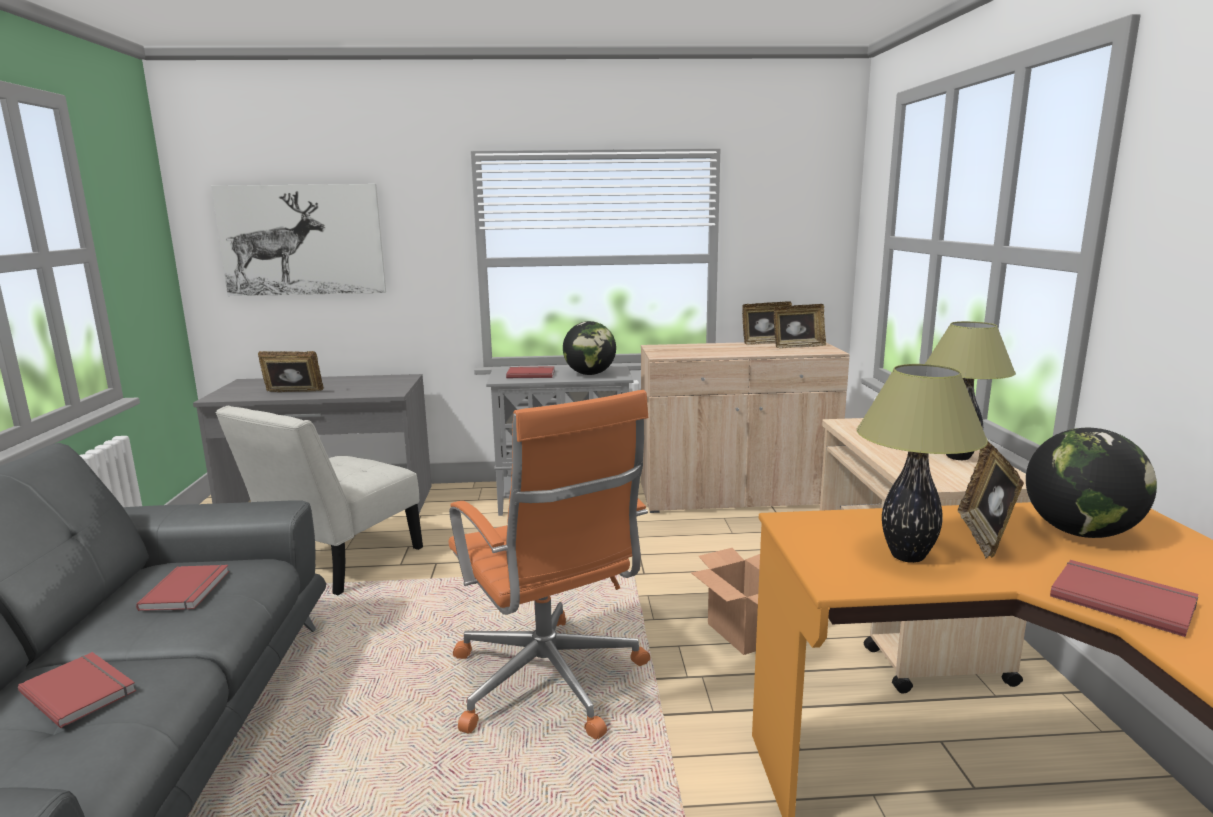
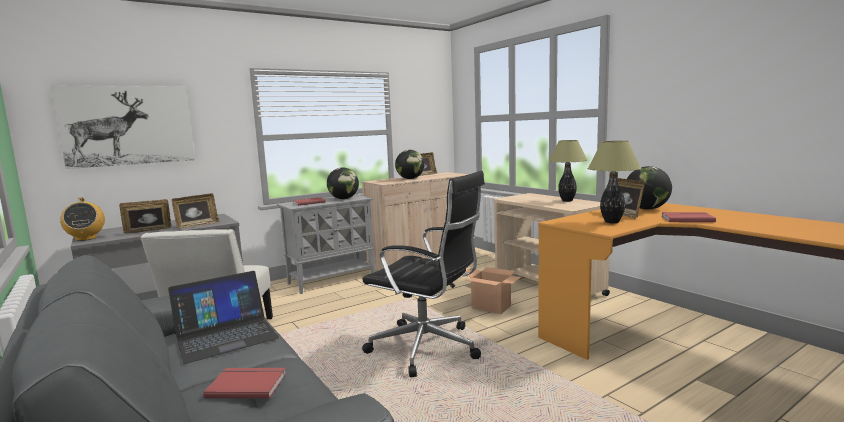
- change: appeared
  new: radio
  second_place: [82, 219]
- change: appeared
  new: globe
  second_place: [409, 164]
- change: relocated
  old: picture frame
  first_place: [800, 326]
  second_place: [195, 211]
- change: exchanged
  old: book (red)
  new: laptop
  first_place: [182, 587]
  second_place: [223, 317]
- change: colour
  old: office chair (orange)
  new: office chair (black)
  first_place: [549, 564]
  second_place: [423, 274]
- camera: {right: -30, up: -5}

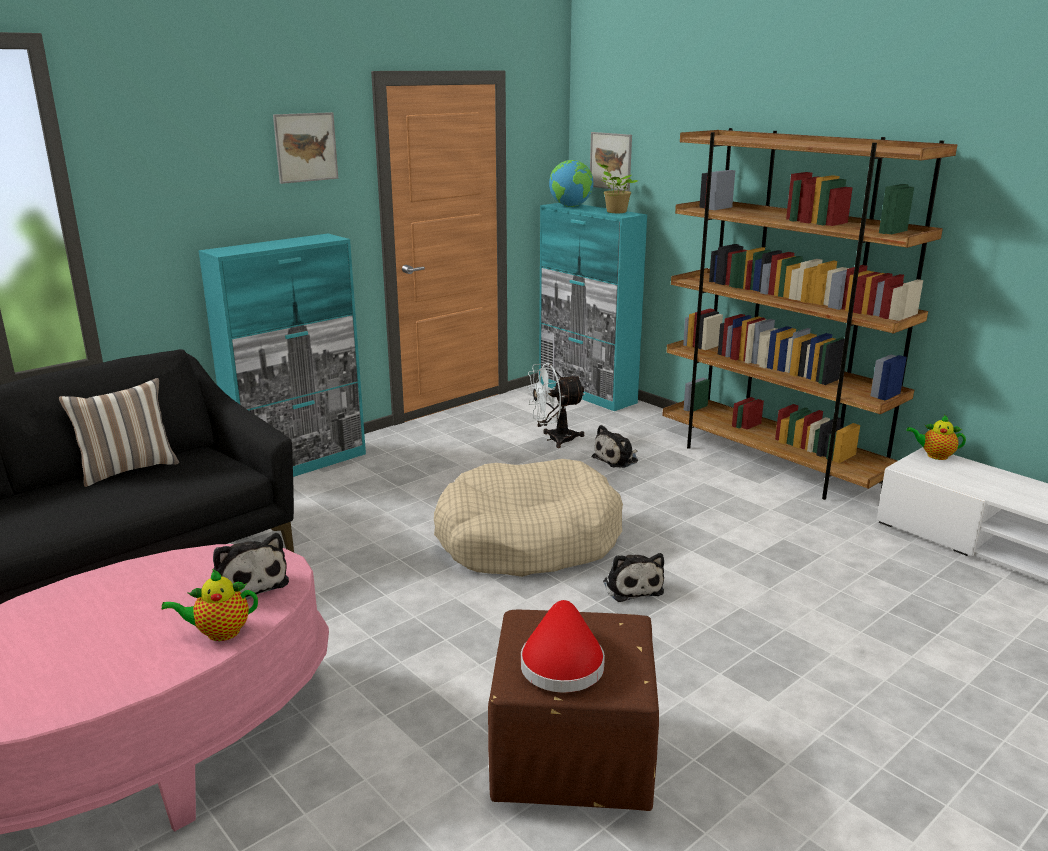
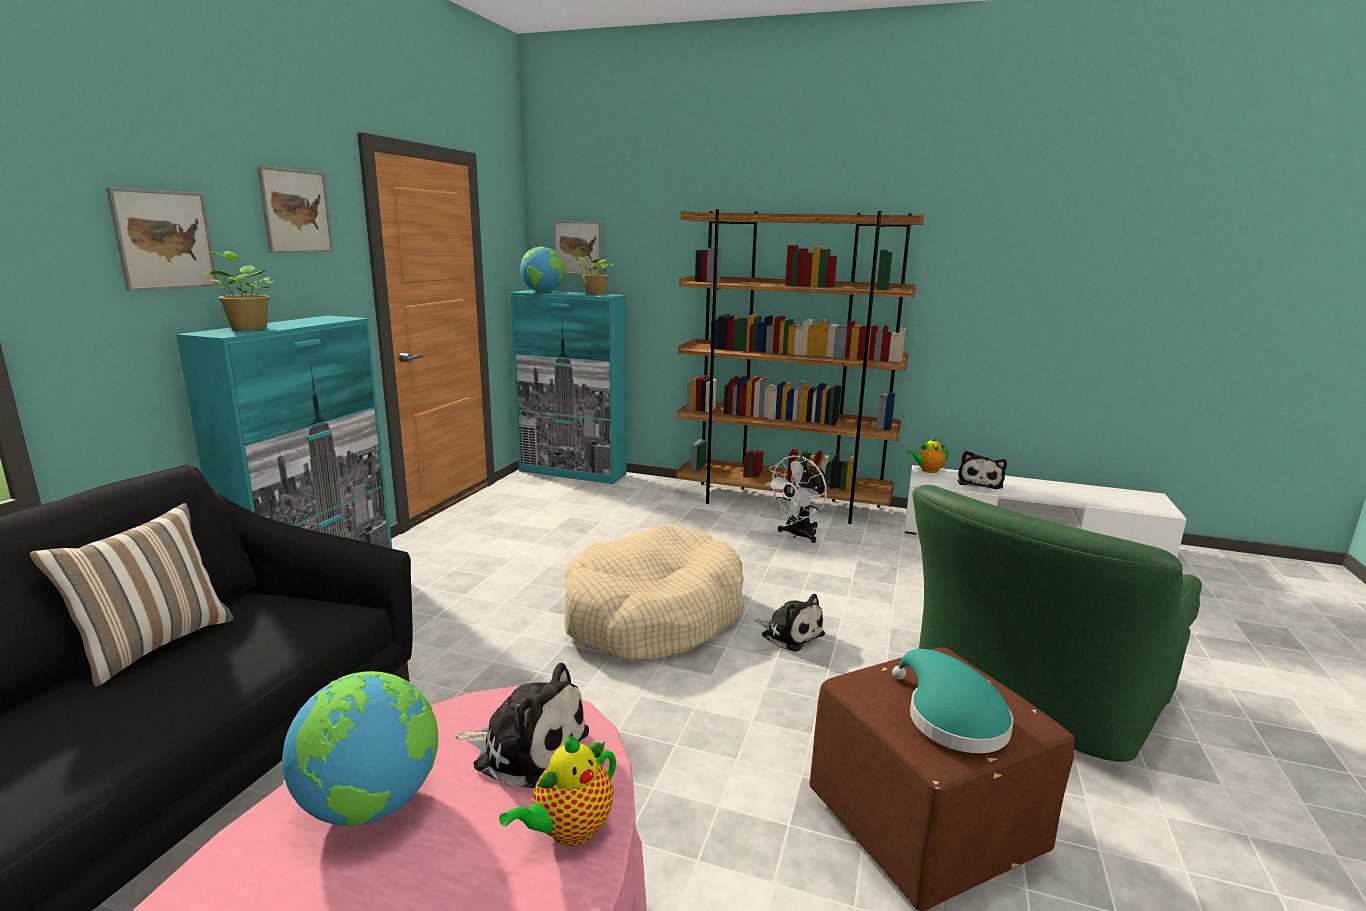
- change: appeared
  new: picture
  second_place: [162, 239]
- change: appeared
  new: potted plant
  second_place: [238, 290]
- change: appeared
  new: globe
  second_place: [360, 749]
- change: appeared
  new: armchair (green)
  second_place: [1057, 623]
- change: relocated
  old: fan (white)
  first_place: [556, 405]
  second_place: [796, 499]
- change: relocated
  old: plush toy
  first_place: [615, 446]
  second_place: [982, 470]
- change: colour
  old: hat (red)
  new: hat (turquoise)
  first_place: [563, 646]
  second_place: [952, 701]
- camera: {right: -30, up: -5}

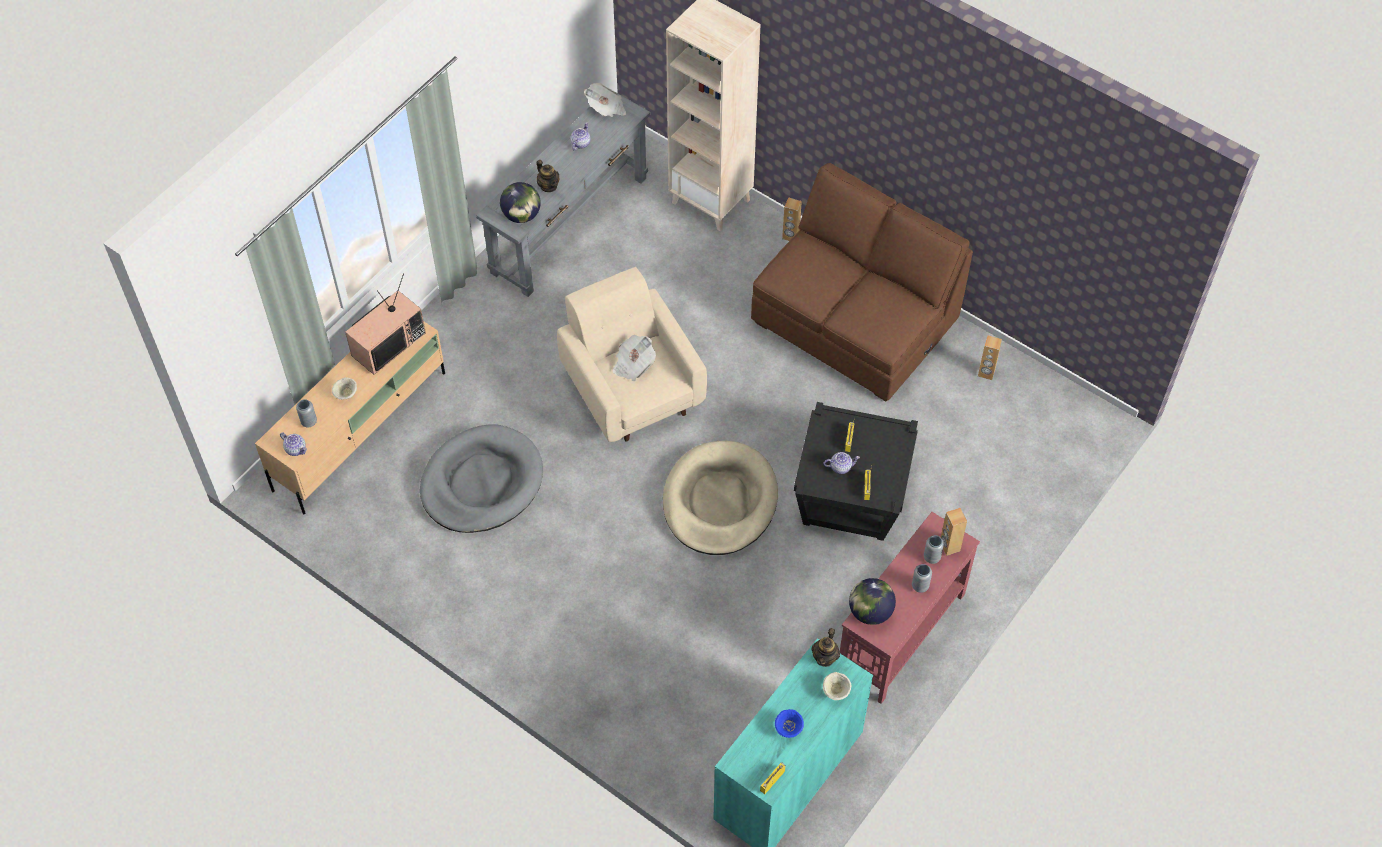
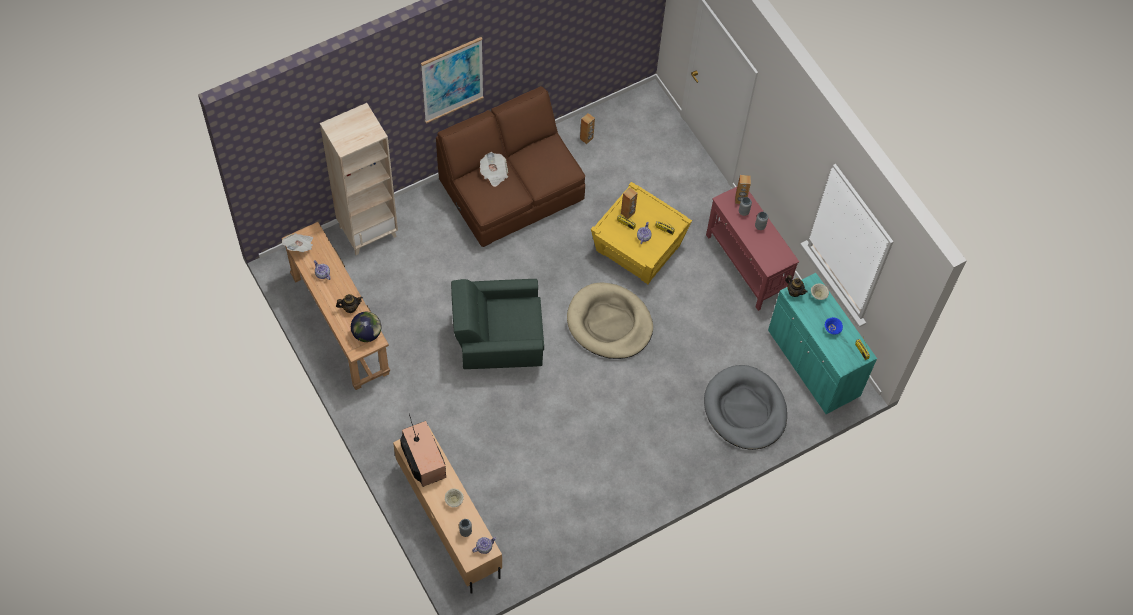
- change: missing
  old: globe
  first_place: [872, 601]
- change: appeared
  new: picture
  second_place: [452, 80]
- change: relocated
  old: dog bed (grey)
  first_place: [481, 478]
  second_place: [745, 407]
- change: relocated
  old: newspaper
  first_place: [634, 358]
  second_place: [494, 169]
- change: relocated
  old: speaker (brown)
  first_place: [792, 219]
  second_place: [629, 203]
- change: colour
  old: console table (grey)
  new: console table (brown)
  first_place: [563, 194]
  second_place: [336, 306]
- change: colour
  old: armchair (beige)
  new: armchair (green)
  first_place: [632, 354]
  second_place: [497, 324]
- change: colour
  old: side table (black)
  new: side table (yellow)
  first_place: [856, 471]
  second_place: [641, 233]
- camera: {right: -70, up: 5}

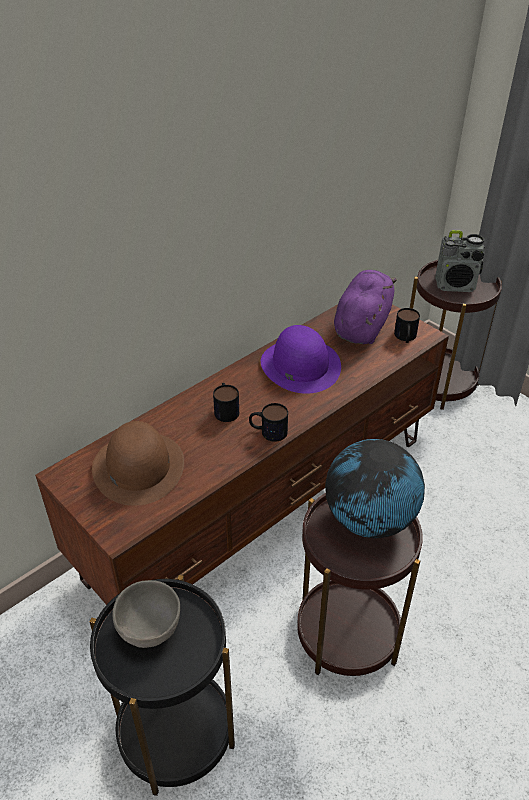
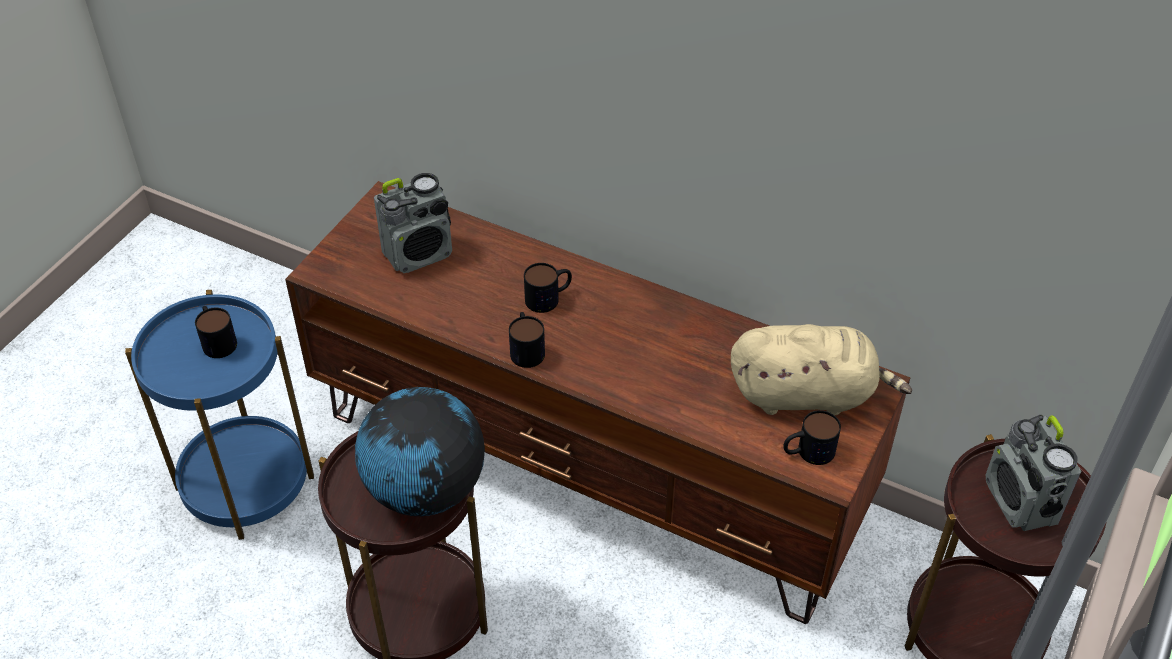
- change: missing
  old: hat (purple)
  first_place: [301, 359]
- change: exchanged
  old: hat (brown)
  new: radio
  first_place: [138, 463]
  second_place: [413, 223]
- change: exchanged
  old: bowl (grey)
  new: mug
  first_place: [146, 614]
  second_place: [216, 332]
- change: colour
  old: side table (black)
  new: side table (blue)
  first_place: [162, 685]
  second_place: [219, 415]
- change: colour
  old: plush toy (purple)
  new: plush toy (beige)
  first_place: [365, 307]
  second_place: [821, 369]
- camera: {right: 70, up: 5}

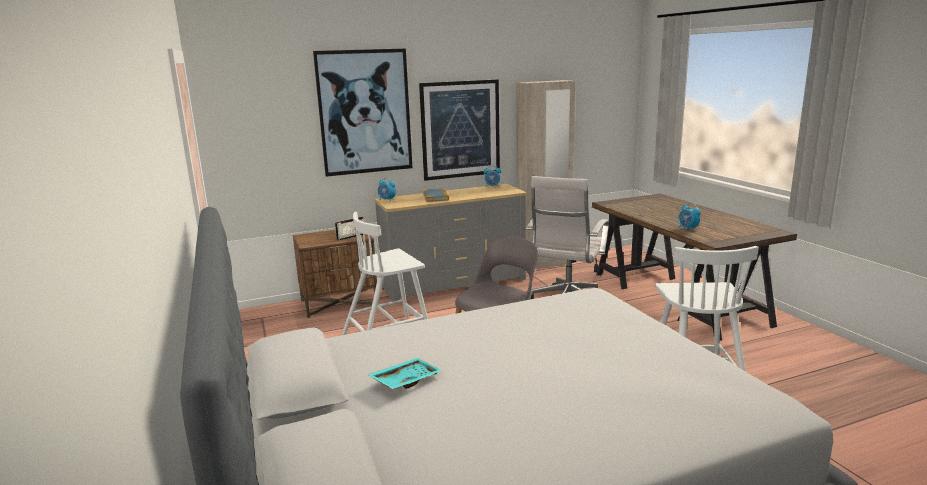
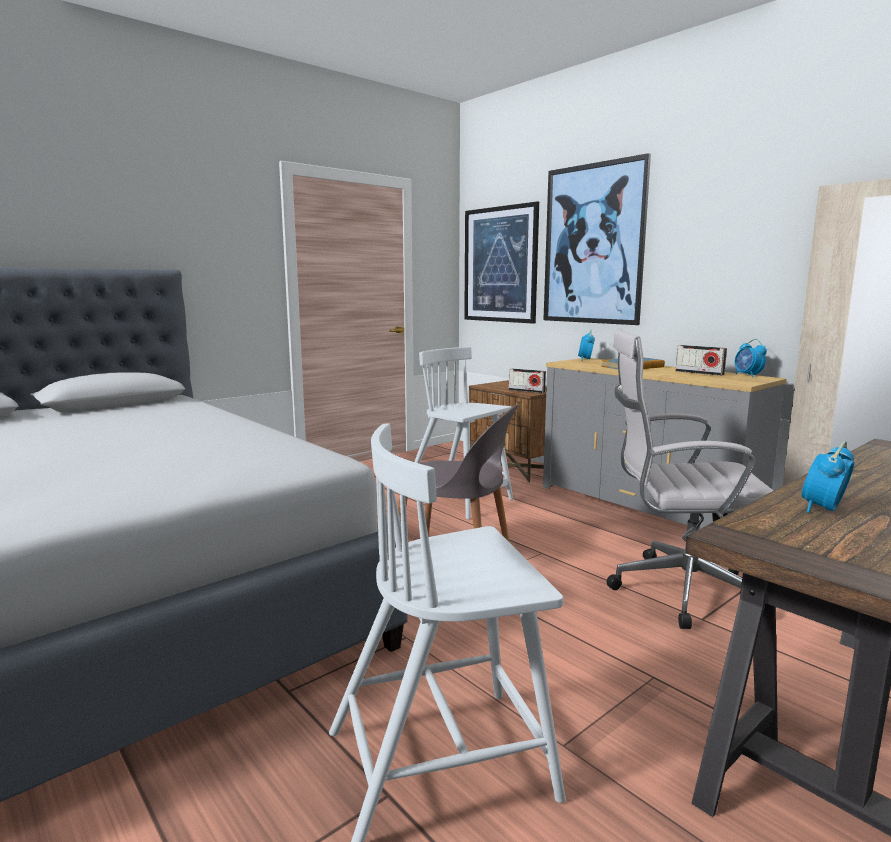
- change: missing
  old: tray (turquoise)
  first_place: [405, 373]
- change: appeared
  new: radio
  second_place: [701, 360]
- change: relocated
  old: picture
  first_place: [459, 130]
  second_place: [501, 263]
- camera: {right: 70, up: -5}

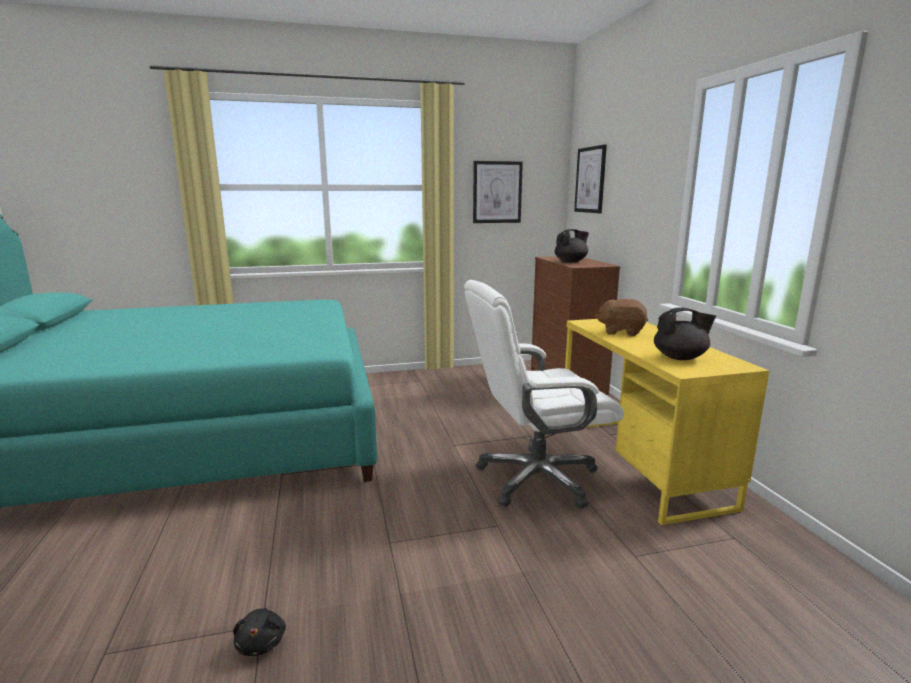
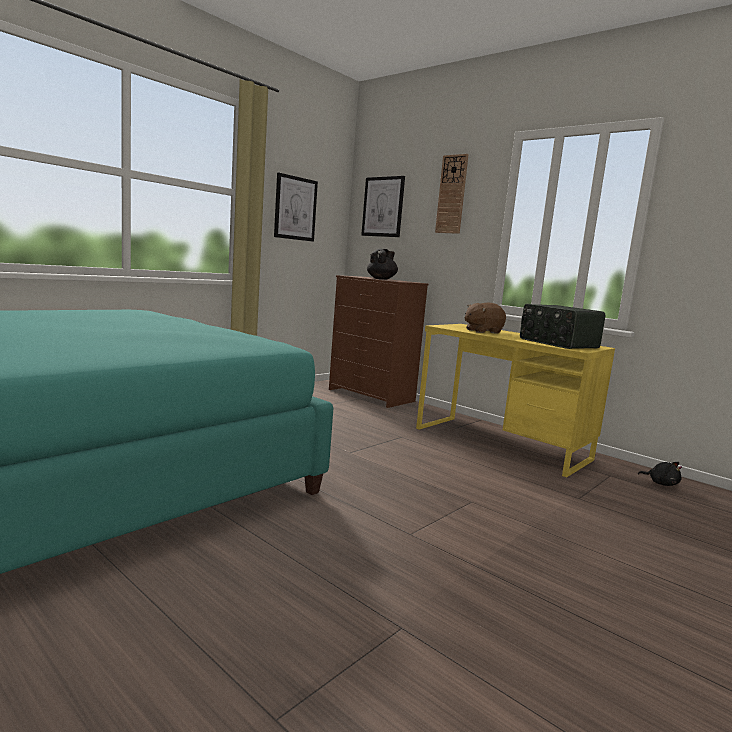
- change: missing
  old: office chair (white)
  first_place: [544, 394]
- change: appeared
  new: wall clock
  second_place: [452, 194]
- change: relocated
  old: plush toy (black)
  first_place: [259, 632]
  second_place: [660, 474]
- change: exchanged
  old: teapot (black)
  new: radio
  first_place: [685, 333]
  second_place: [562, 326]
- camera: {right: -35, up: -5}

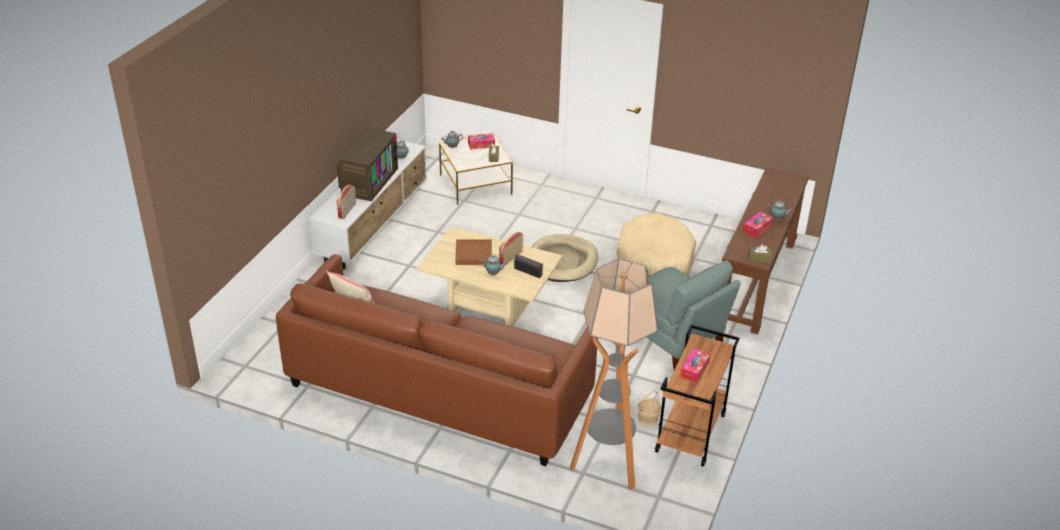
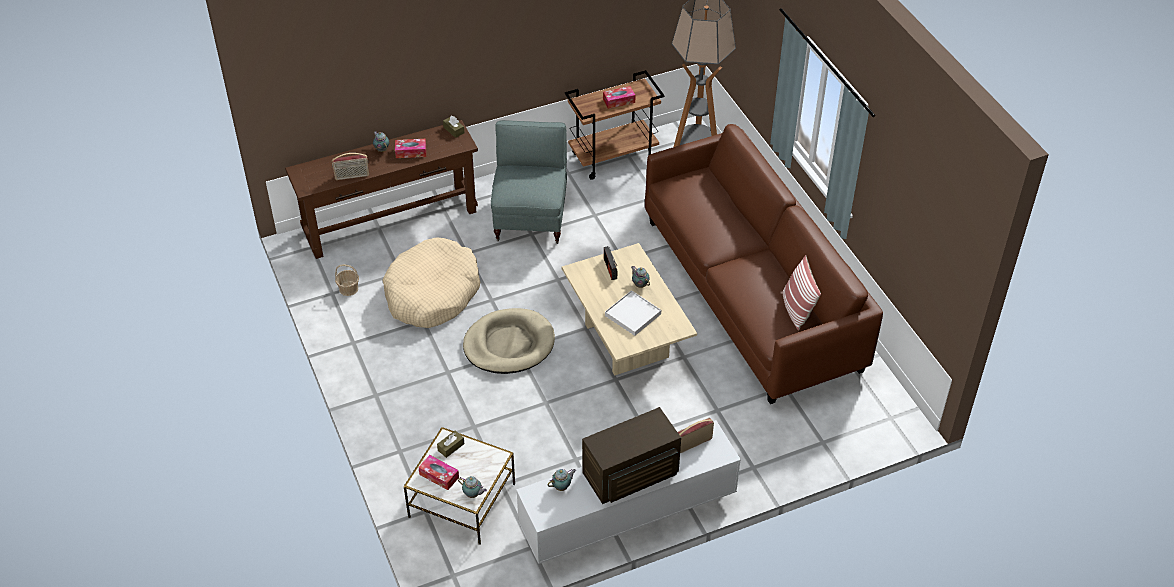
- change: relocated
  old: radio
  first_place: [511, 249]
  second_place: [350, 166]
- change: relocated
  old: basket
  first_place: [649, 408]
  second_place: [347, 280]
- change: colour
  old: tray (brown)
  new: tray (white)
  first_place: [473, 252]
  second_place: [633, 313]
- camera: {right: -135, up: 10}

